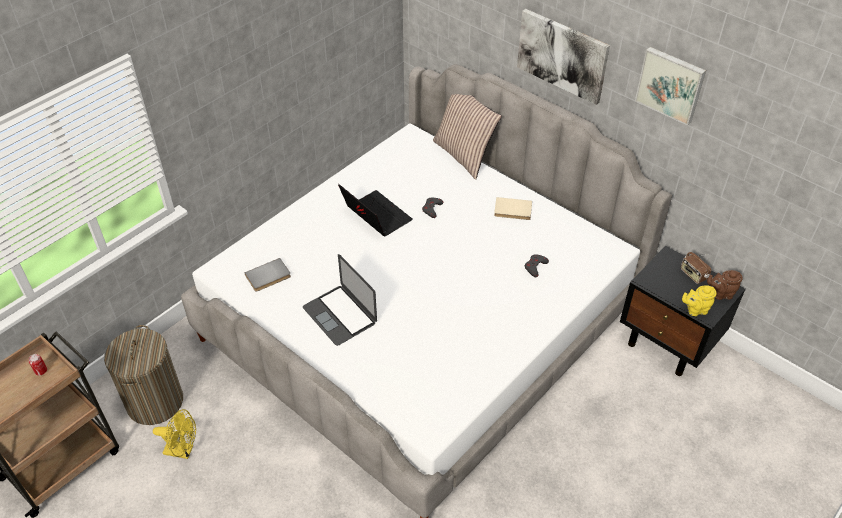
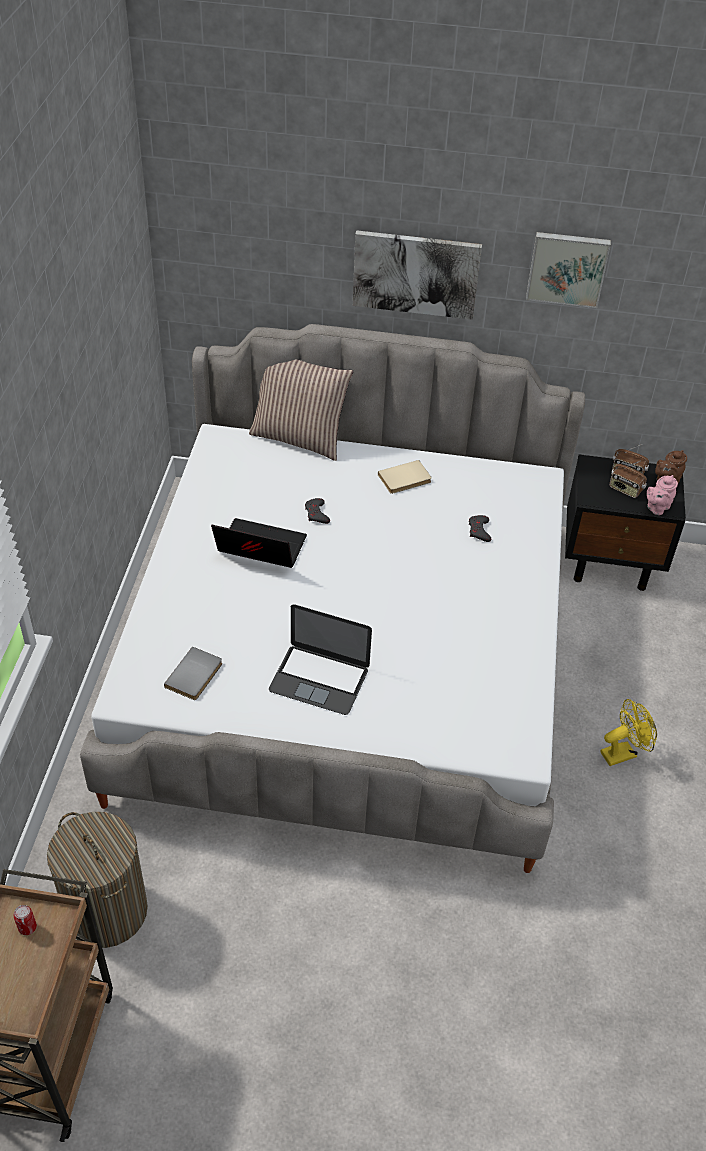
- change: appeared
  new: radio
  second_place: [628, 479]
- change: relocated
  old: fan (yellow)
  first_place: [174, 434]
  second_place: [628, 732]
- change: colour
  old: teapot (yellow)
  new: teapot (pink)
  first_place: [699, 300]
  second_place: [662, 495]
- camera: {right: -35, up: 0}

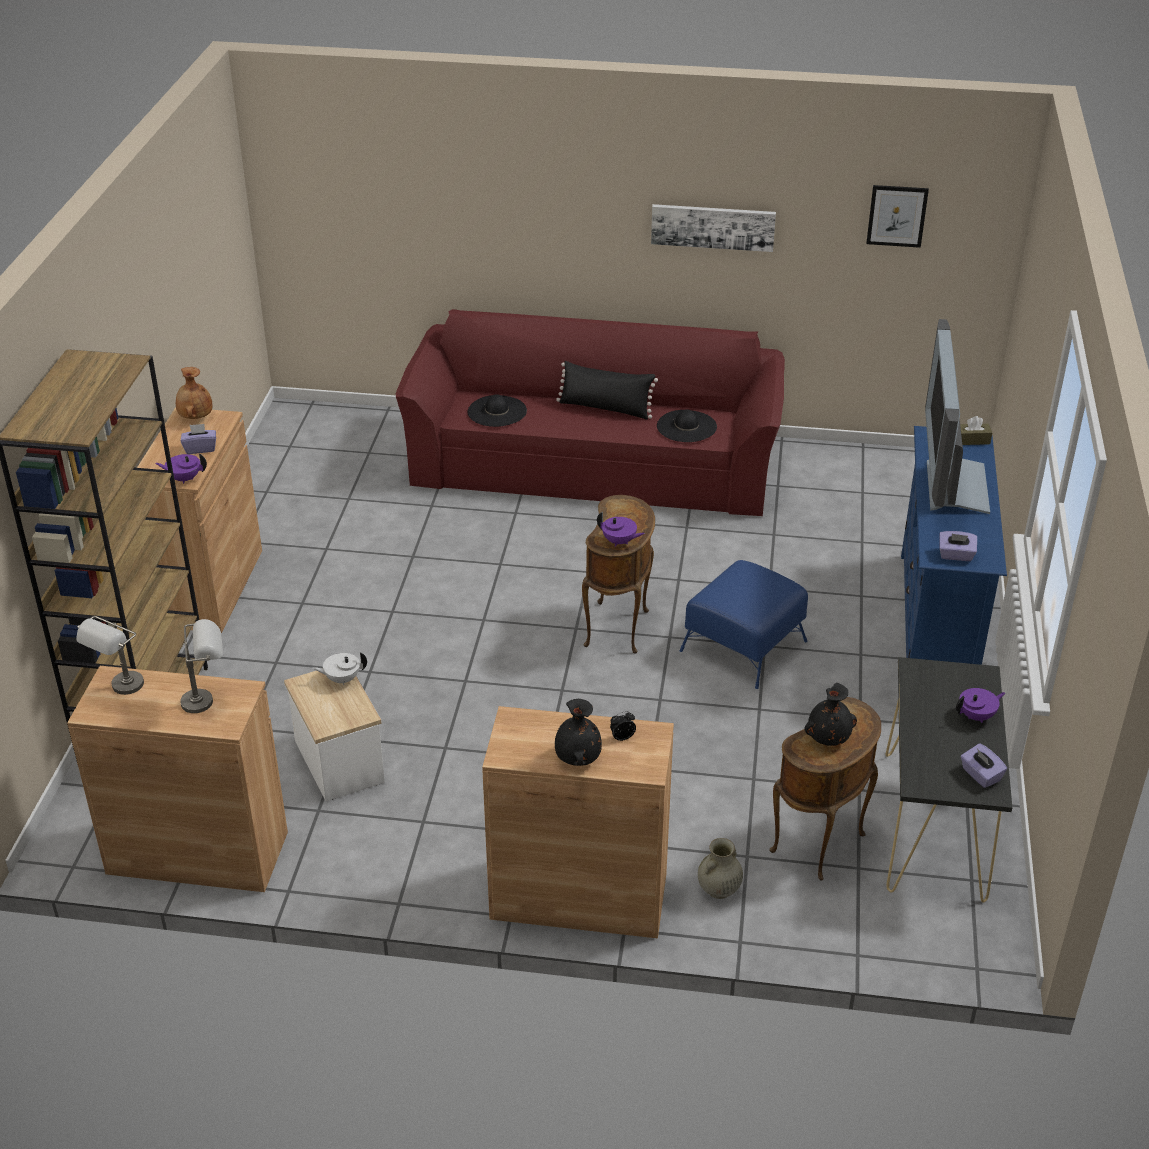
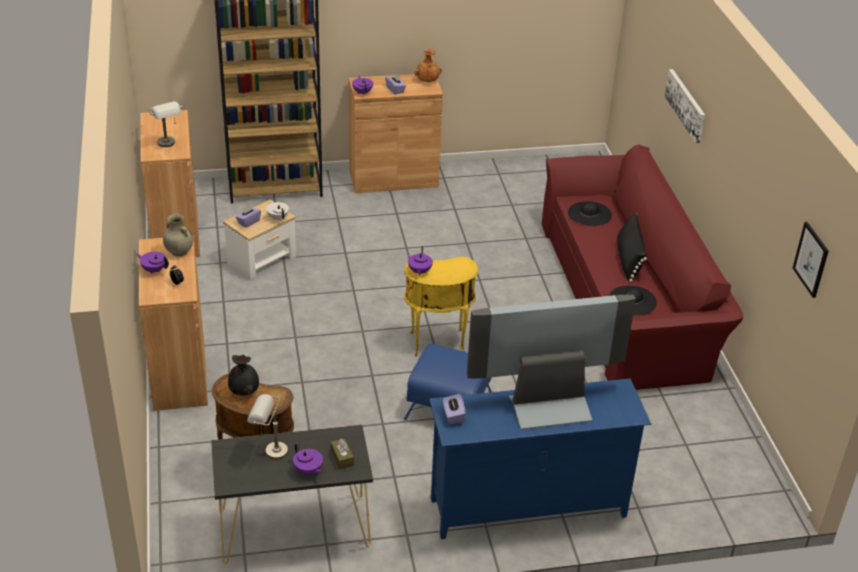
- change: relocated
  old: table lamp (grey)
  first_place: [110, 655]
  second_place: [267, 427]
- change: relocated
  old: picture
  first_place: [713, 228]
  second_place: [684, 106]
- change: relocated
  old: vase (beige)
  first_place: [720, 868]
  second_place: [178, 235]
- change: relocated
  old: tissue box (brown)
  first_place: [976, 430]
  second_place: [342, 453]
- change: relocated
  old: tissue box (purple)
  first_place: [984, 765]
  second_place: [248, 216]
- change: exchanged
  old: vase (black)
  new: teapot (purple)
  first_place: [578, 732]
  second_place: [152, 263]
- change: colour
  old: side table (brown)
  new: side table (yellow)
  first_place: [618, 574]
  second_place: [441, 306]
- camera: {right: 70, up: 0}

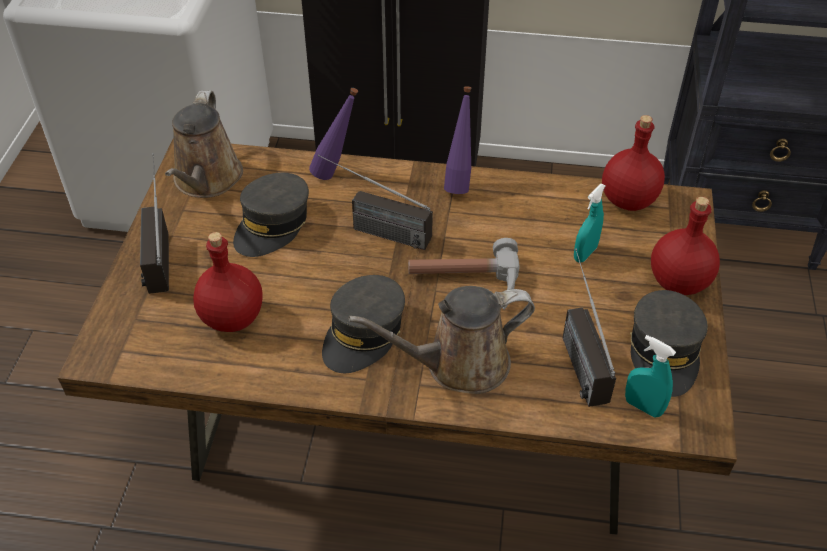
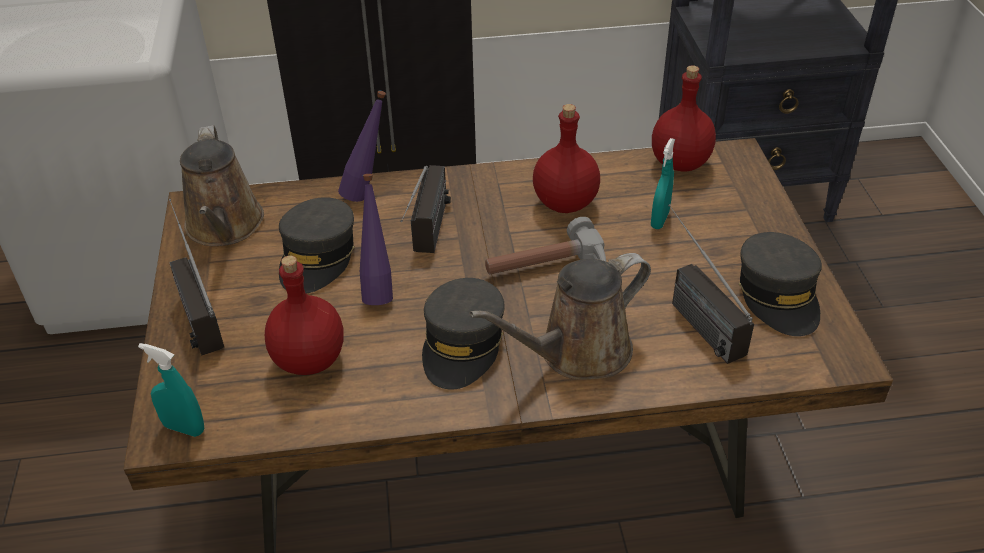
- change: relocated
  old: bottle (purple)
  first_place: [457, 140]
  second_place: [376, 239]
- change: relocated
  old: spray bottle (turquoise)
  first_place: [650, 376]
  second_place: [171, 390]
- change: relocated
  old: bottle (red)
  first_place: [685, 246]
  second_place: [566, 158]
- change: spun
  old: radio
  first_place: [375, 202]
  second_place: [425, 209]
  degrees: -90
- camera: {right: -15, up: -5}

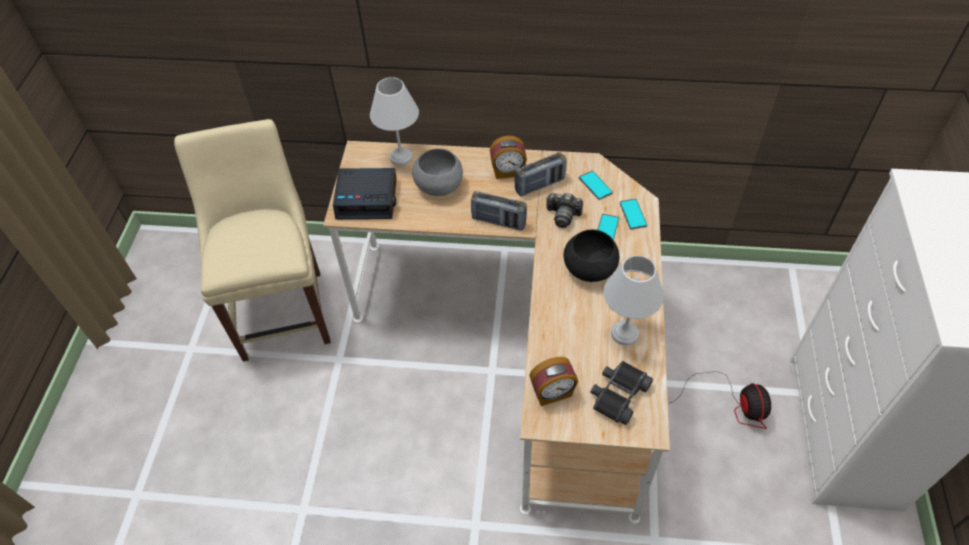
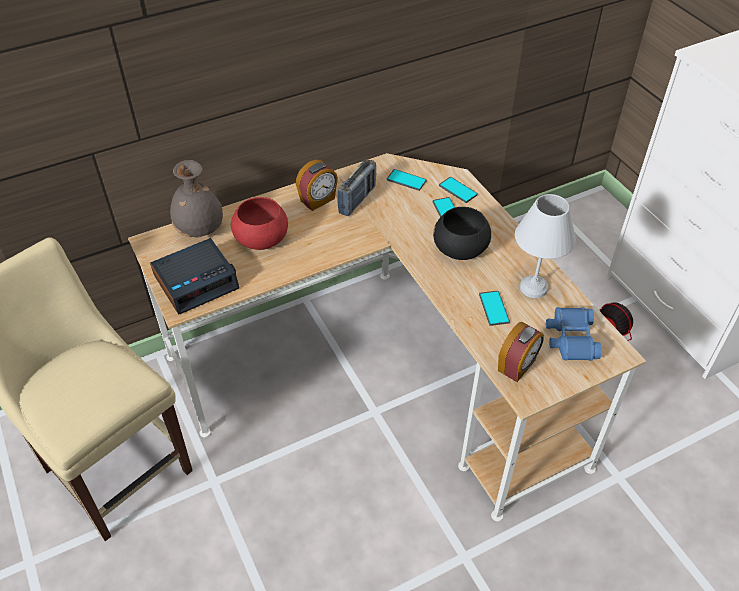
- change: missing
  old: radio
  first_place: [499, 211]
- change: missing
  old: photo camera
  first_place: [564, 210]
- change: appeared
  new: phone
  second_place: [494, 308]
- change: exchanged
  old: table lamp (white)
  new: vase (grey)
  first_place: [394, 121]
  second_place: [196, 199]
- change: colour
  old: bowl (grey)
  new: bowl (red)
  first_place: [437, 172]
  second_place: [259, 223]
- change: colour
  old: binoculars (black)
  new: binoculars (blue)
  first_place: [621, 393]
  second_place: [574, 334]
- camera: {right: -35, up: -5}

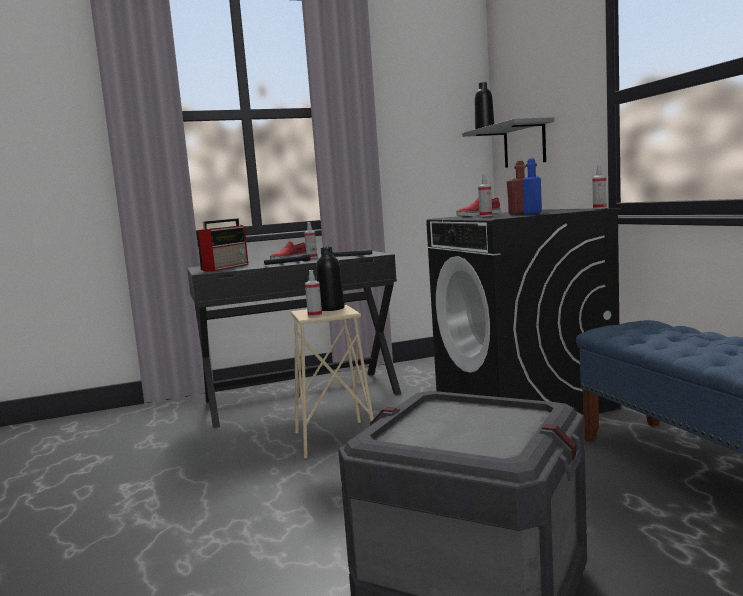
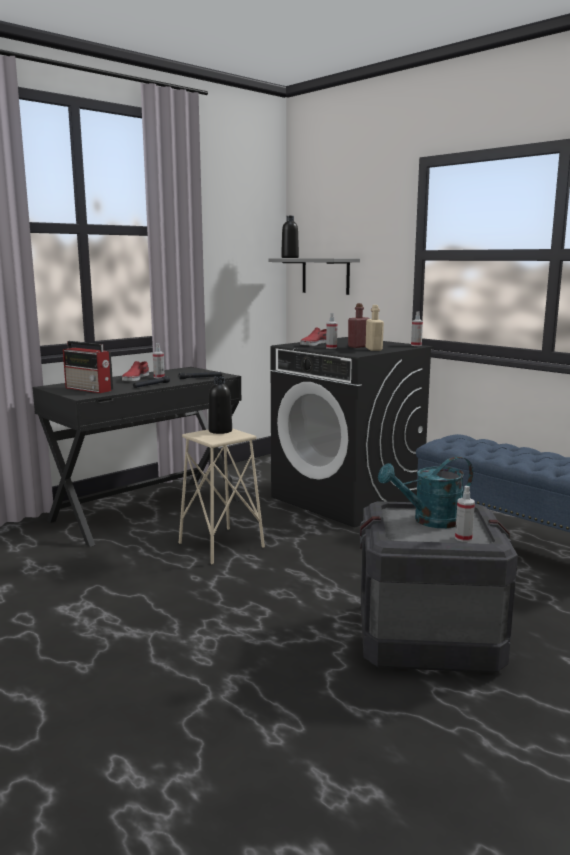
- change: appeared
  new: watering can (turquoise)
  second_place: [425, 492]
- change: relocated
  old: spray bottle
  first_place: [313, 293]
  second_place: [465, 514]
- change: colour
  old: bottle (blue)
  new: bottle (beige)
  first_place: [532, 186]
  second_place: [375, 328]
- change: spun
  old: radio
  first_place: [222, 244]
  second_place: [88, 367]
  degrees: 120
- camera: {right: -25, up: 5}

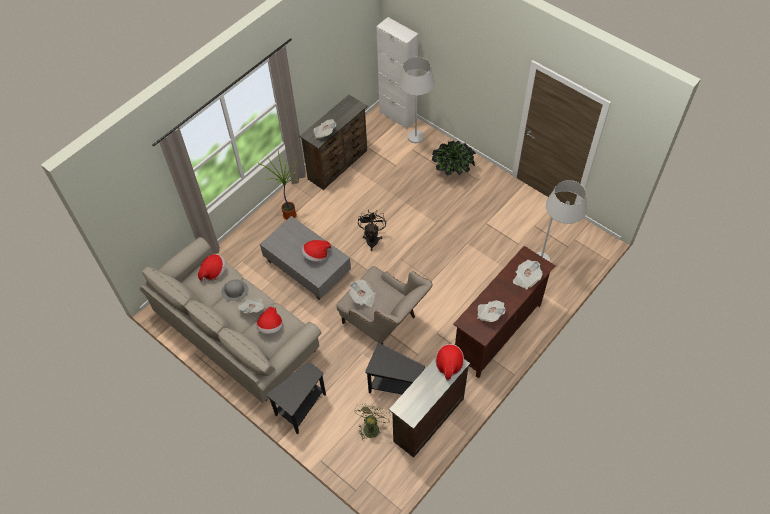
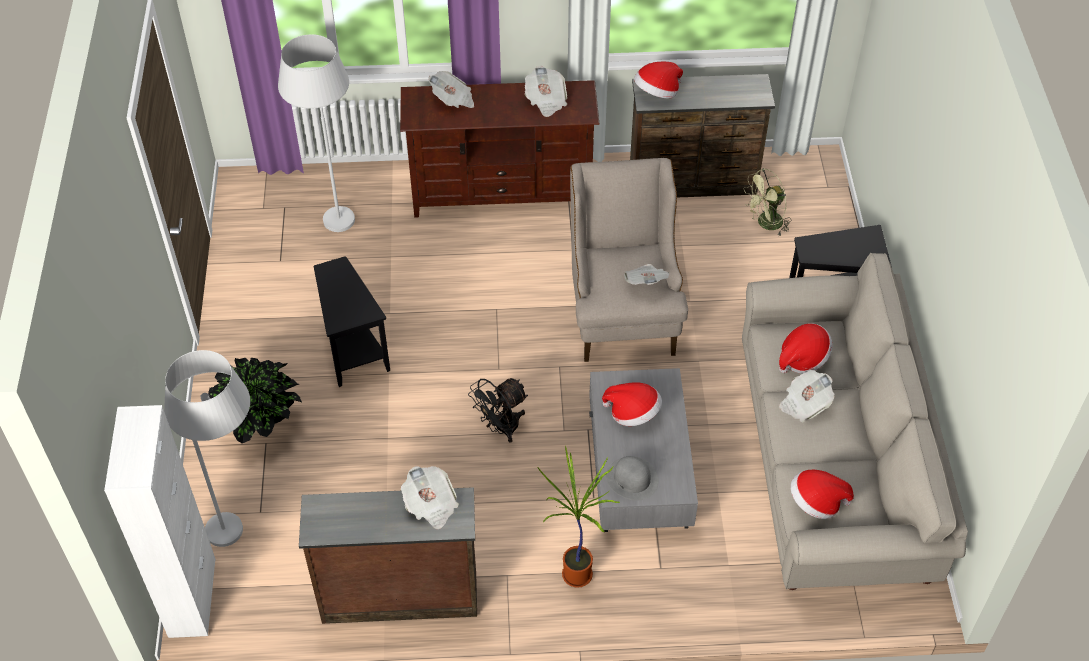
- change: relocated
  old: hat (grey)
  first_place: [235, 290]
  second_place: [632, 478]
- change: relocated
  old: side table (black)
  first_place: [395, 368]
  second_place: [352, 321]
- camera: {right: -135, up: -5}

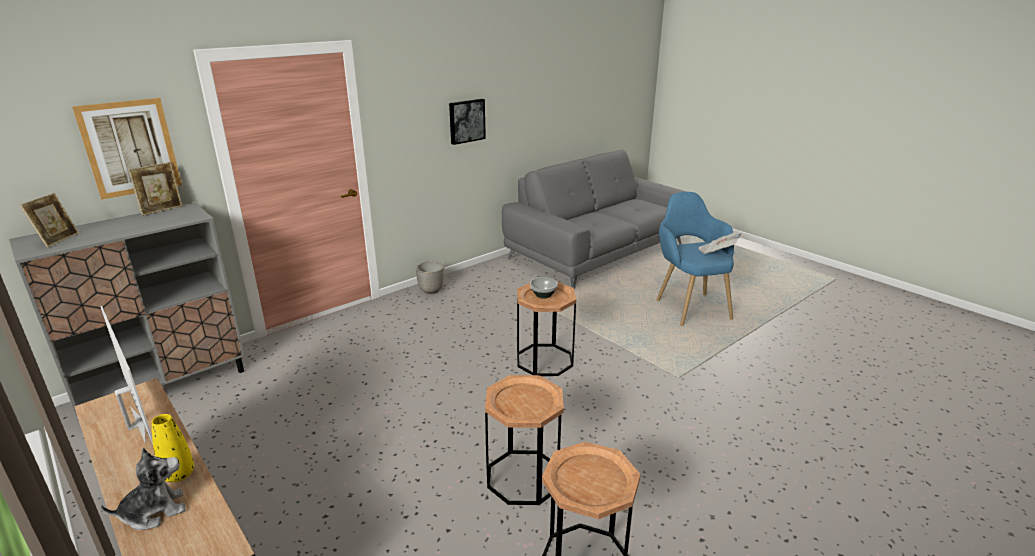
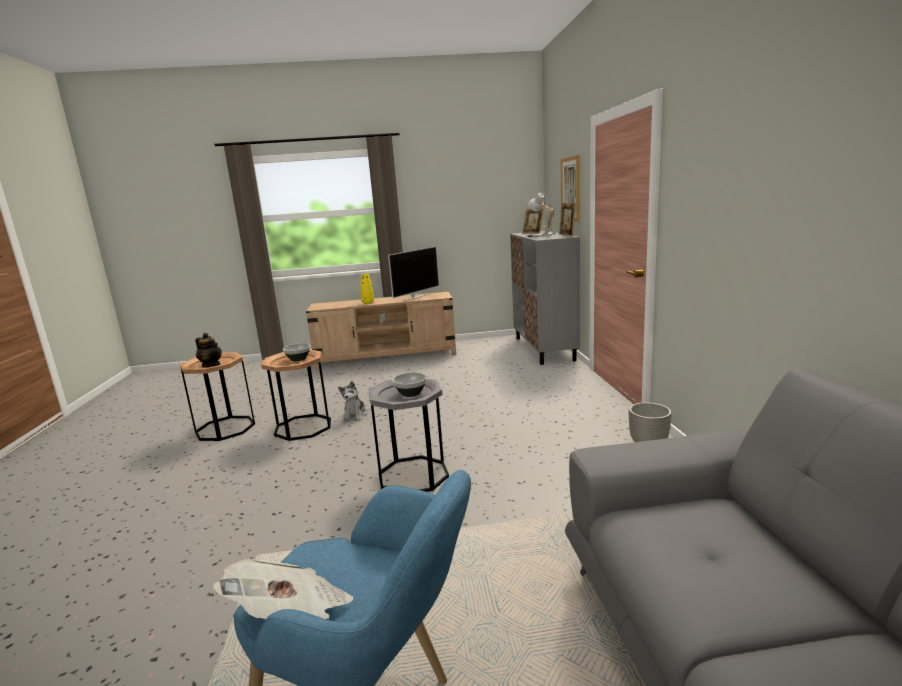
- change: missing
  old: picture
  first_place: [467, 122]
- change: appeared
  new: teapot
  second_place: [208, 350]
- change: appeared
  new: bowl
  second_place: [296, 352]
- change: appeared
  new: table lamp
  second_place: [541, 215]
- change: relocated
  old: plush toy
  first_place: [143, 489]
  second_place: [352, 401]
- change: colour
  old: side table (brown)
  new: side table (grey)
  first_place: [546, 329]
  second_place: [409, 435]
- change: spun
  old: television
  first_place: [126, 375]
  second_place: [413, 273]
  degrees: -45
- camera: {right: 125, up: -10}

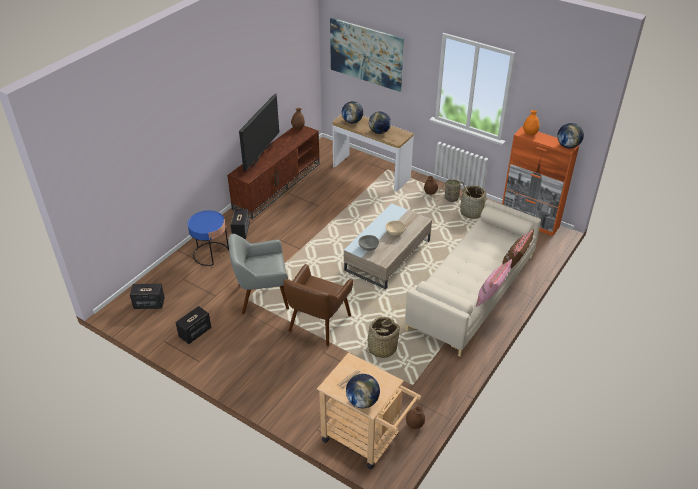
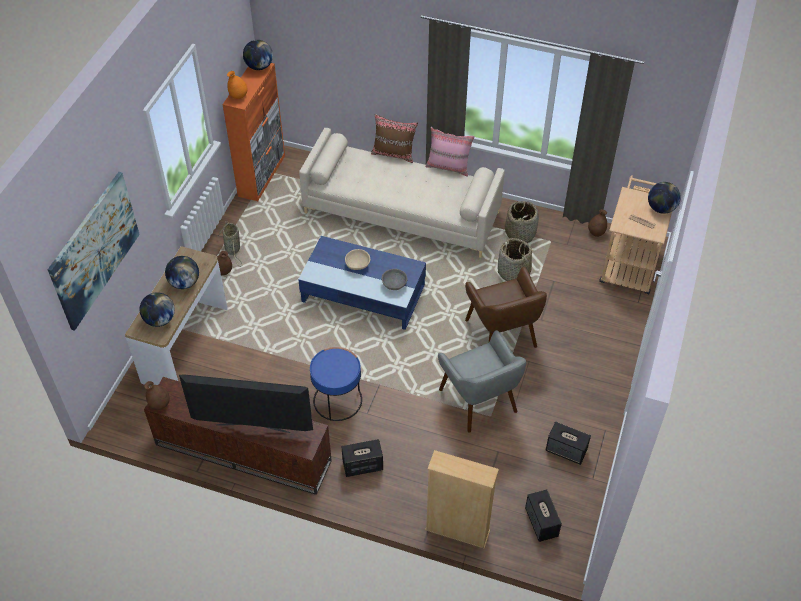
- change: appeared
  new: bookcase (beige)
  second_place: [462, 499]
- change: relocated
  old: side table (blue)
  first_place: [208, 238]
  second_place: [336, 384]
- change: relocated
  old: basket
  first_place: [472, 202]
  second_place: [522, 222]
- change: colour
  old: coffee table (beige)
  new: coffee table (blue)
  first_place: [388, 246]
  second_place: [362, 283]
- change: spun
  old: armchair (brown)
  first_place: [318, 305]
  second_place: [506, 307]
  degrees: 60
- camera: {right: -105, up: 10}

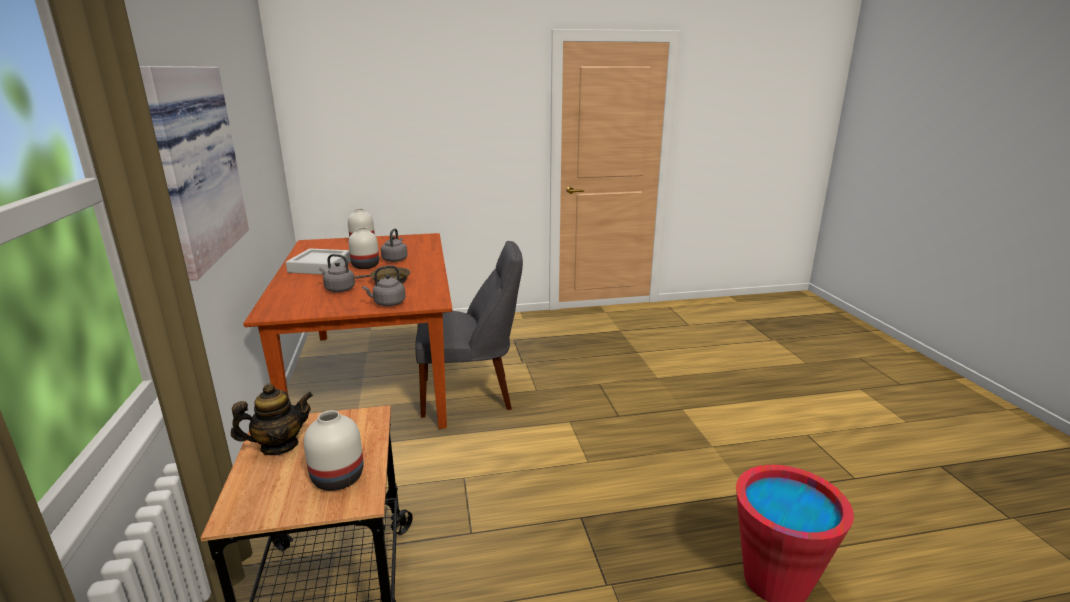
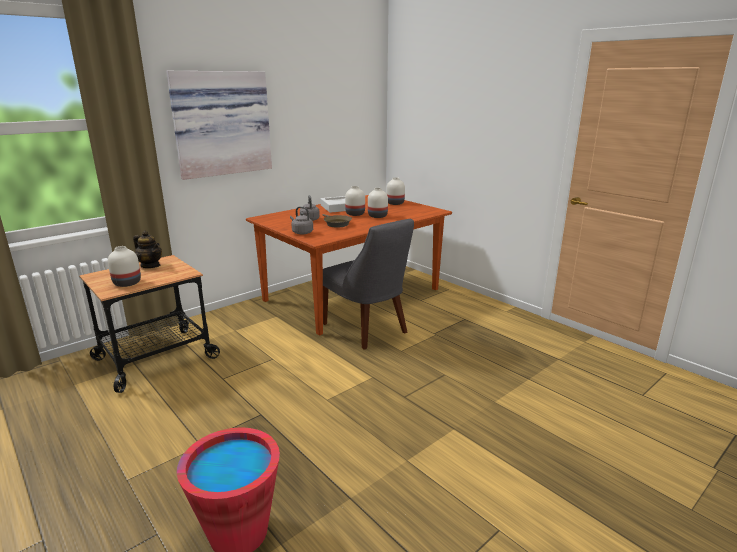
- change: exchanged
  old: kettle (grey)
  new: vase (white)
  first_place: [394, 245]
  second_place: [378, 203]
- camera: {right: 60, up: 0}

